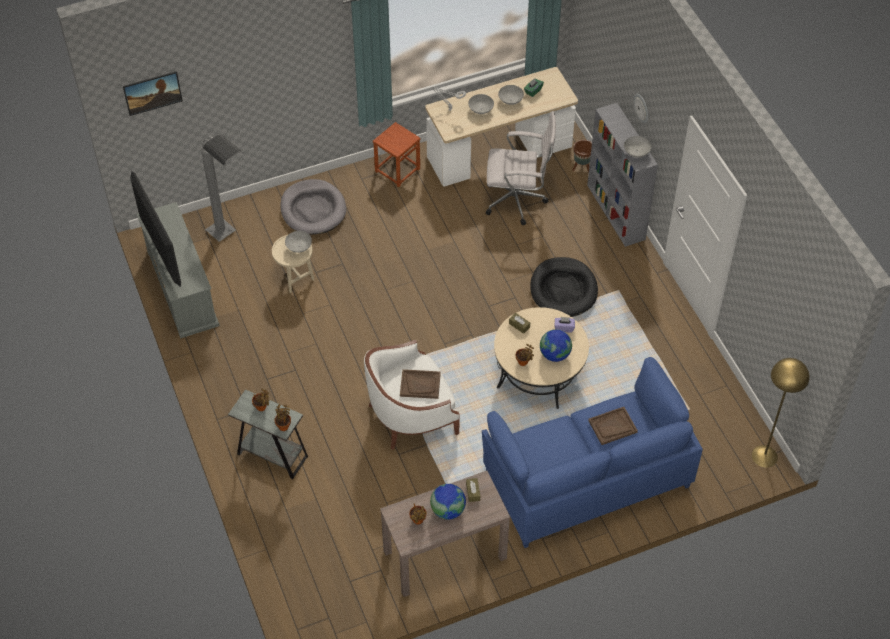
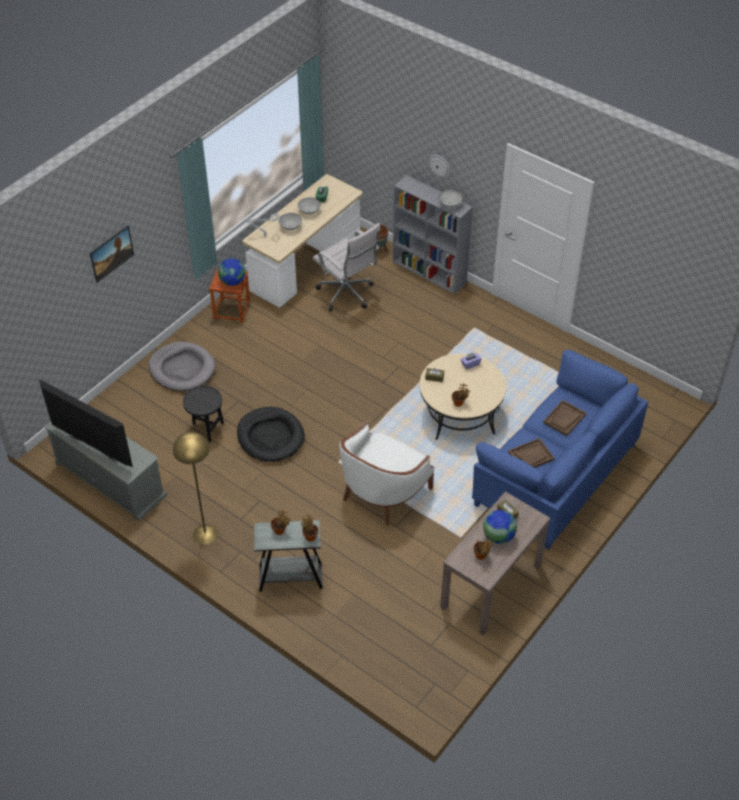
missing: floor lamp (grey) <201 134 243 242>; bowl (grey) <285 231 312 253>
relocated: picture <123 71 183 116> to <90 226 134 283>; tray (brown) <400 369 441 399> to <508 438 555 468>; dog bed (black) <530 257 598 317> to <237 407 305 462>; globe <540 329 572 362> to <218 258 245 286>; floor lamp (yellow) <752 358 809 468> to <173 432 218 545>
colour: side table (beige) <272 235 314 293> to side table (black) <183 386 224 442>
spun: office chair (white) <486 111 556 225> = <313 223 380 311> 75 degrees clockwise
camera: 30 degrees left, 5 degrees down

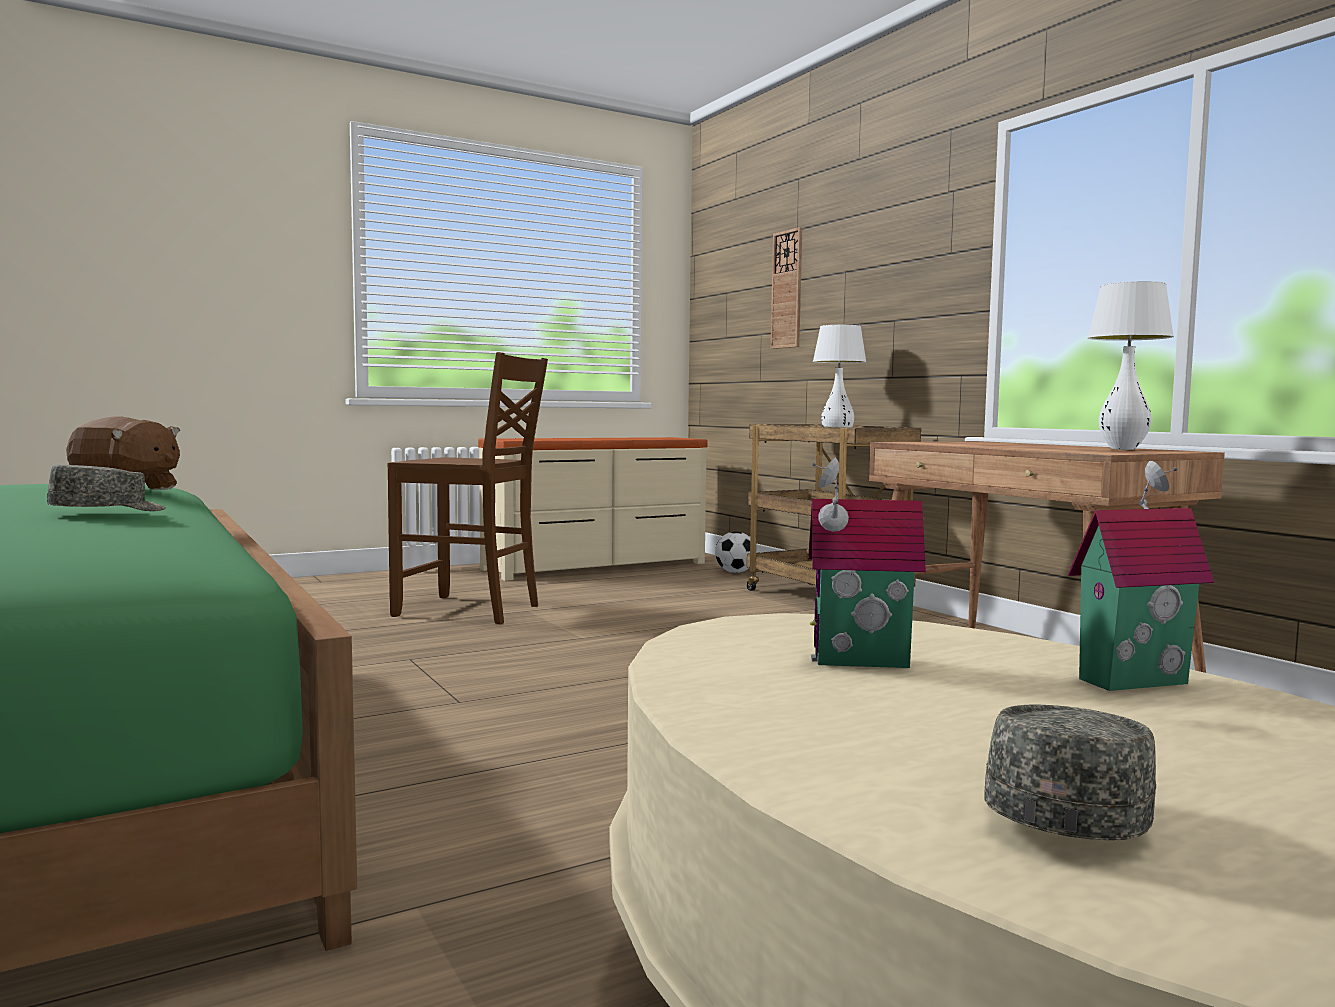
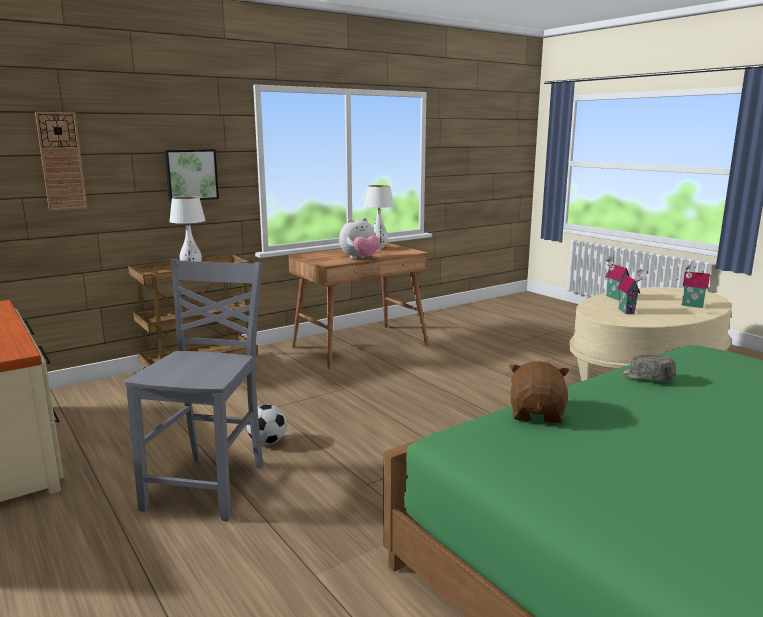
appeared: picture <164 149 219 202>; plush toy <339 218 380 259>
relocated: football <715 532 757 573> to <247 404 287 445>
exchanged: cap (grey) <984 705 1156 840> to toy house <681 264 710 308>
colour: chair (brown) <387 352 548 624> to chair (grey) <124 259 263 521>
camera: 95 degrees left, 10 degrees up

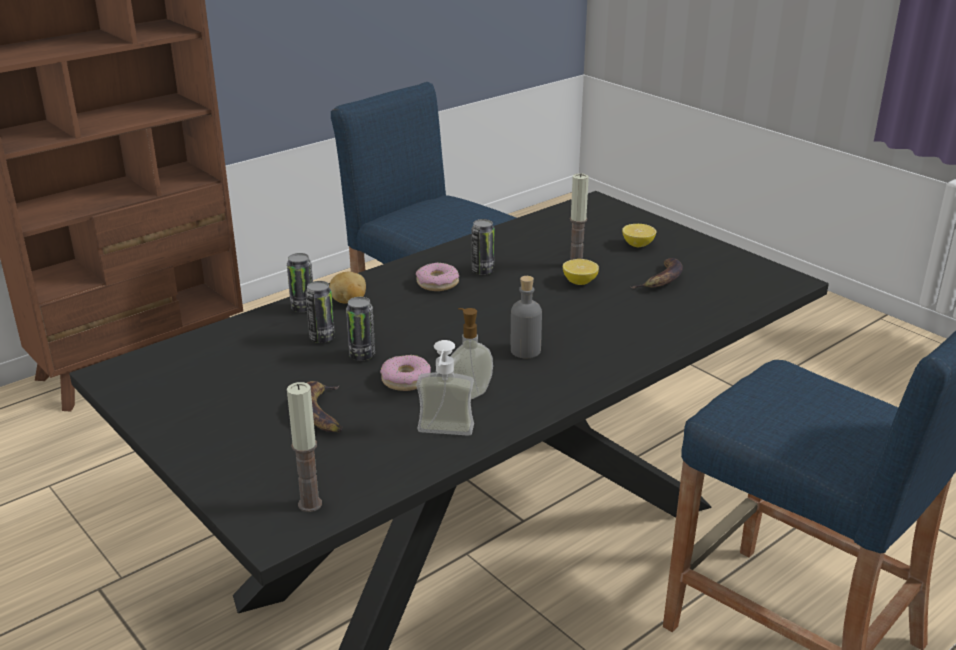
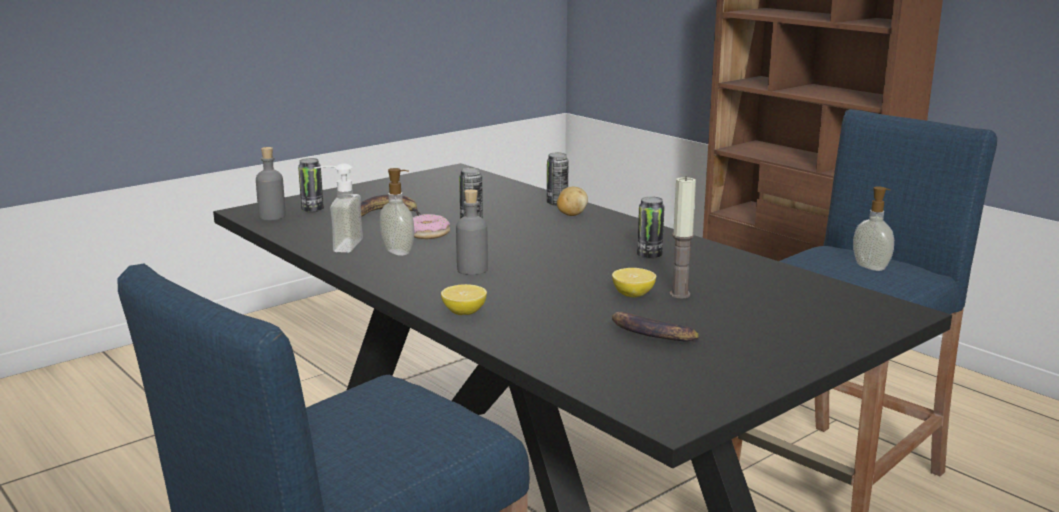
missing: donut <416 262 459 291>
appeared: soap dispenser <853 187 894 271>
relocated: can <305 281 335 343> to <298 158 324 213>; lemon <622 224 657 247> to <441 284 487 315>
exchanged: candle <287 382 322 512> to bottle (grey) <256 147 286 220>
camera: 90 degrees right, 10 degrees down

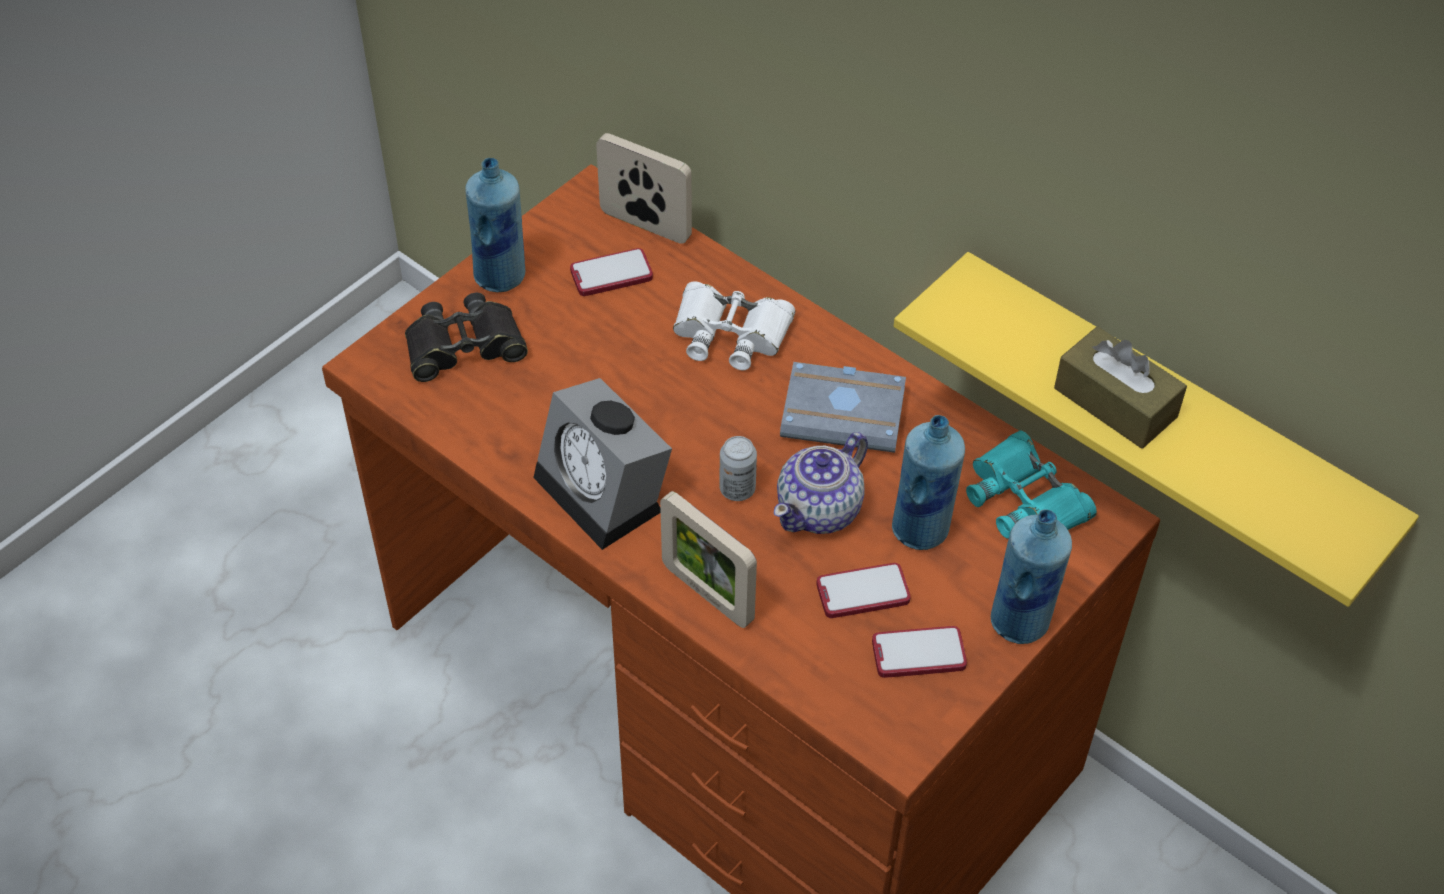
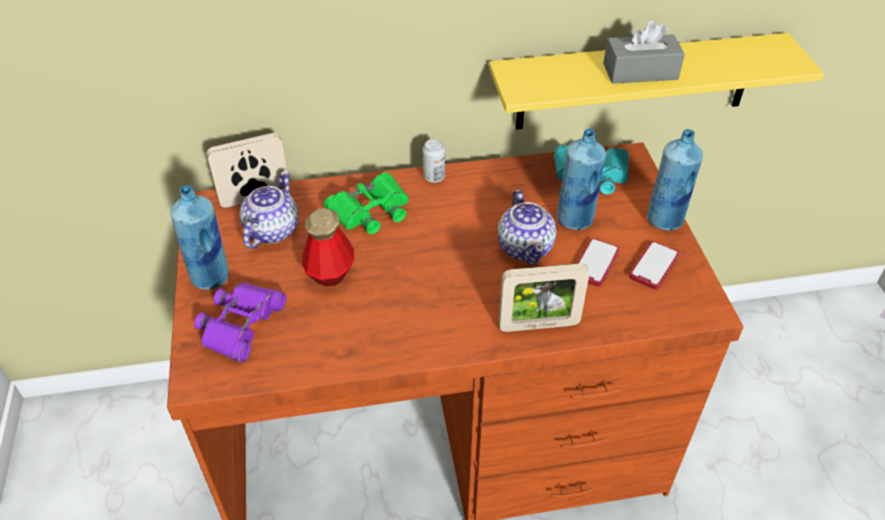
missing: alarm clock <533 378 672 550>; book (grey) <780 362 906 453>
appeared: bottle <302 208 354 286>
relocated: can <719 436 757 501> to <422 139 445 183>
exchanged: phone <570 248 653 296> to teapot <240 171 298 249>
colour: binoculars (black) <405 293 528 382> to binoculars (purple) <194 283 286 363>; binoculars (white) <673 281 795 370> to binoculars (green) <324 172 409 234>; tissue box (brown) <1054 326 1187 449> to tissue box (grey) <603 21 685 84>
camera: 50 degrees left, 5 degrees down

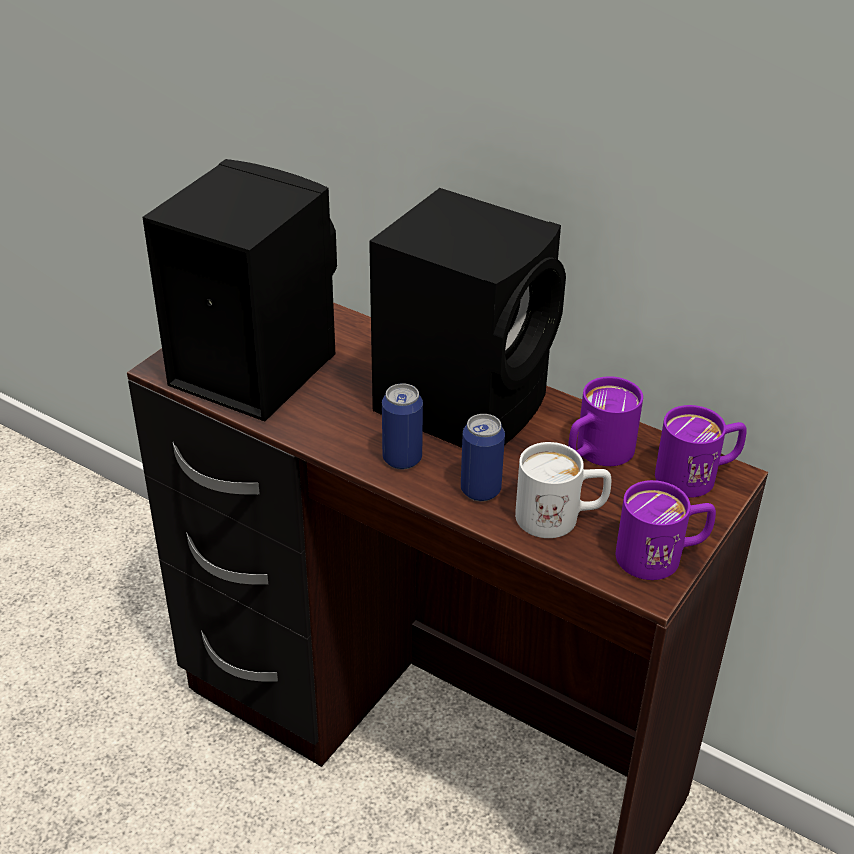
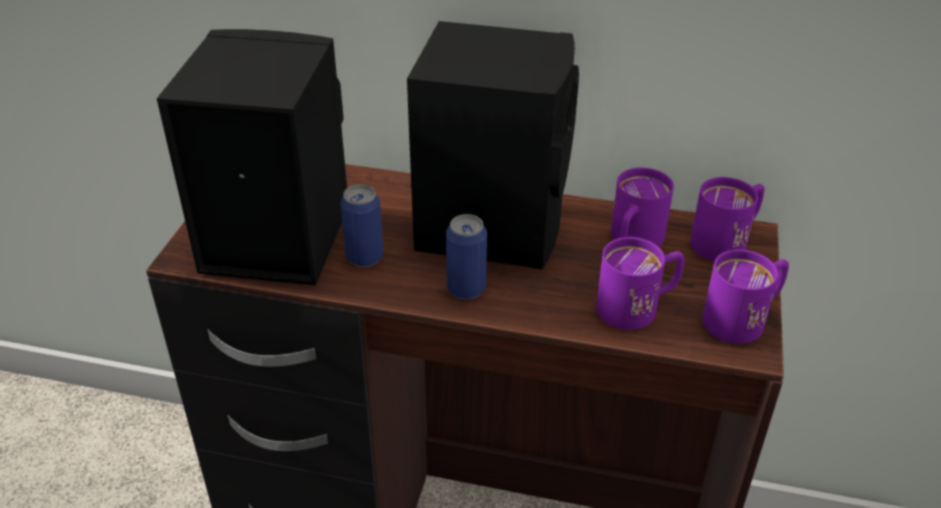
relocated: can <461 414 505 502> to <340 184 383 267>
colour: mug (white) <515 442 611 538> to mug (purple) <596 237 684 330>
camera: 20 degrees left, 0 degrees up

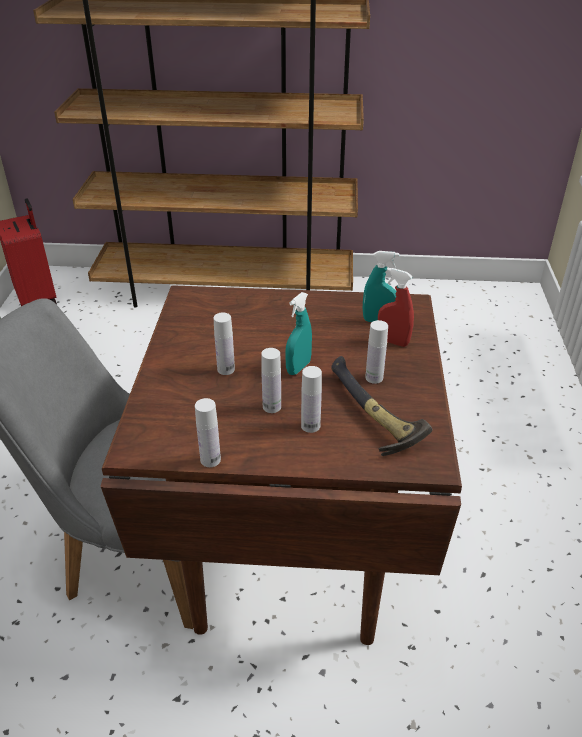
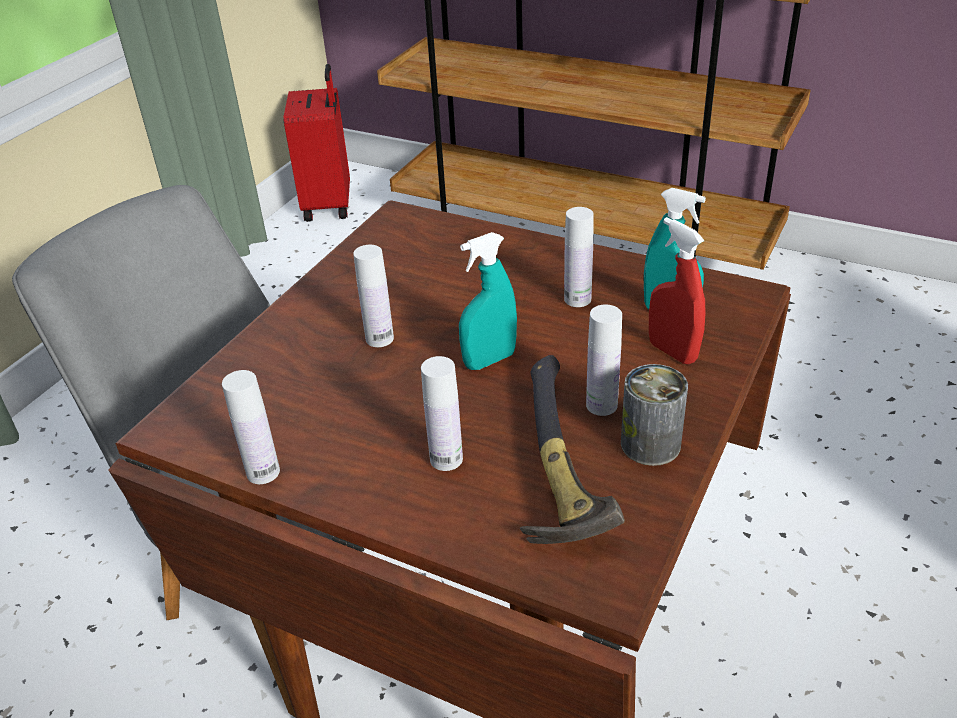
appeared: can <621 364 688 466>
relocated: bottle (white) <261 348 281 413> to <564 207 594 307>
camera: 25 degrees right, 0 degrees up

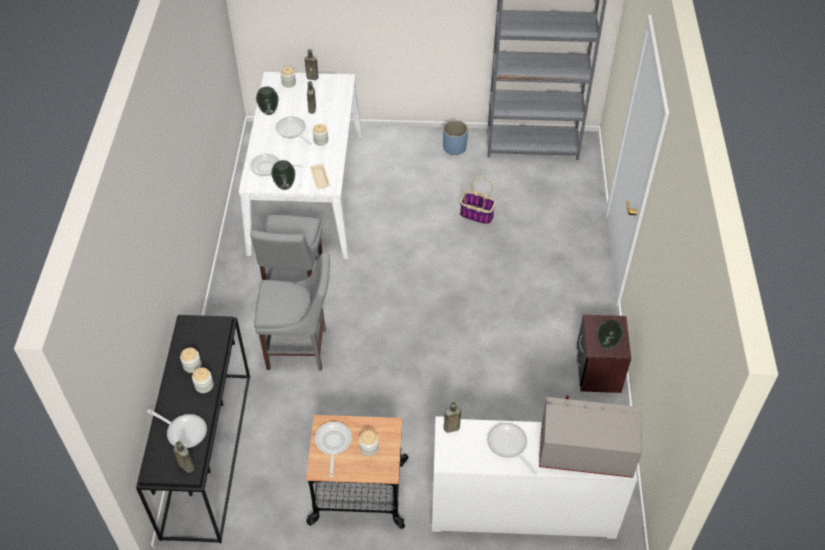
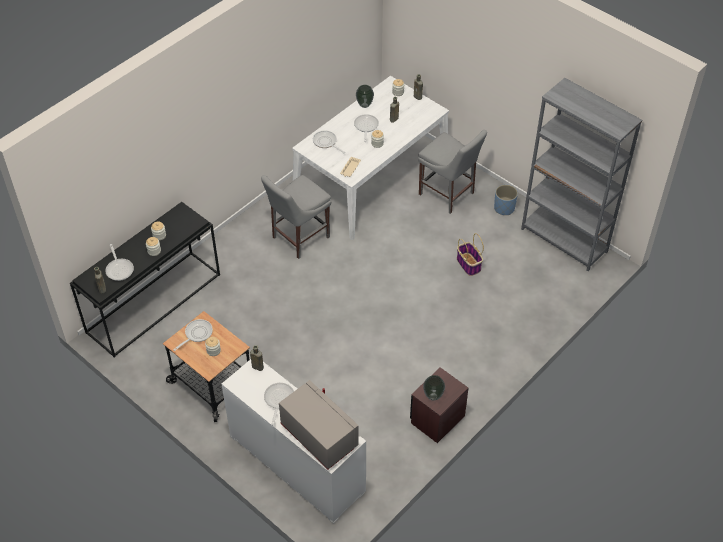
missing: vase <271 160 295 190>
relocated: chair (grey) <254 252 330 371> to <418 130 487 214>
camera: 40 degrees right, 0 degrees up

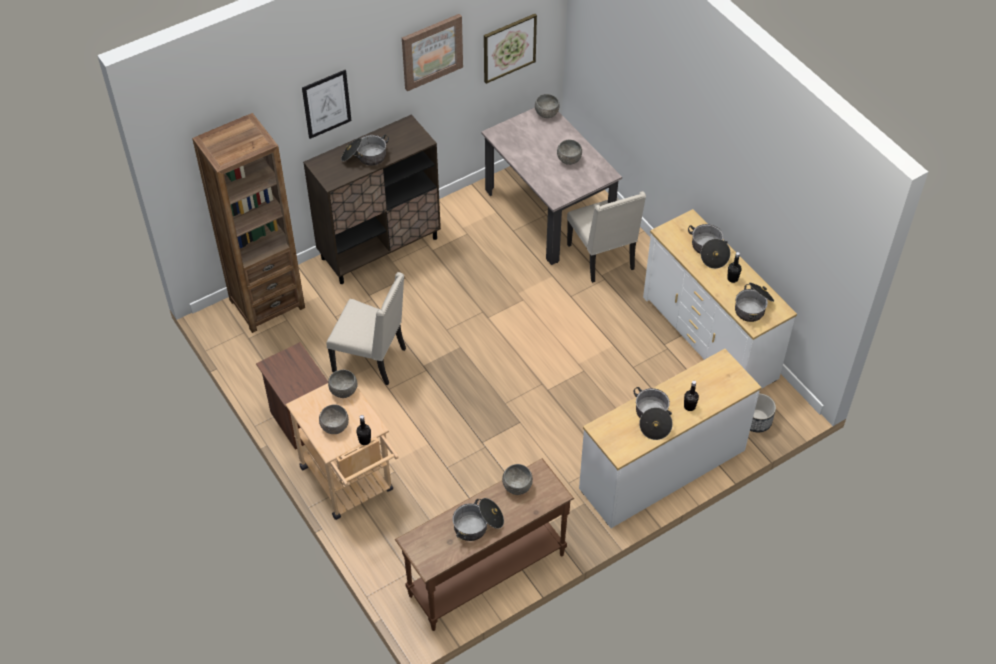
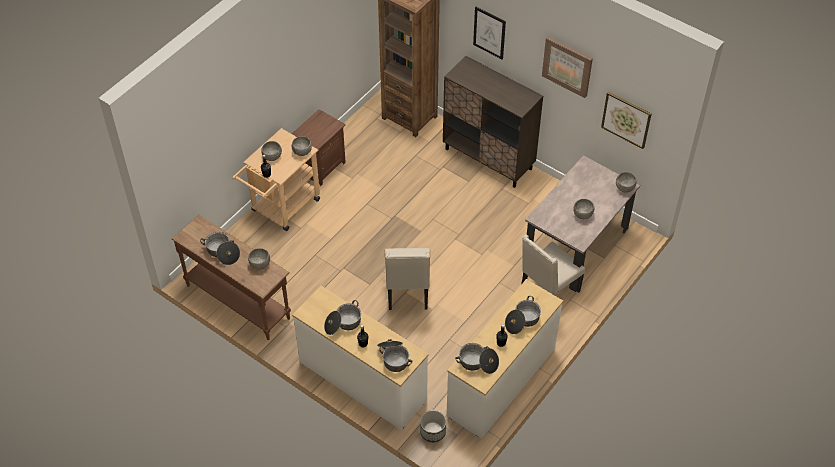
relocated: chair (beige) <326 272 406 385> to <385 248 430 310>; cooking pot <341 135 389 165> to <377 339 413 372>
camera: 70 degrees right, 0 degrees up

